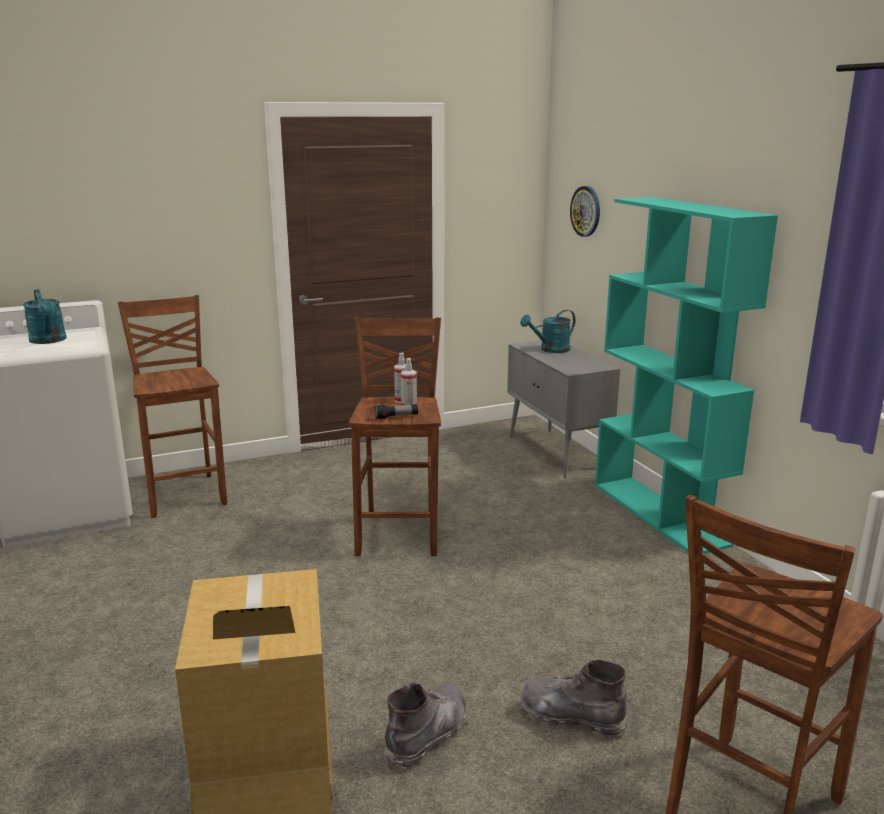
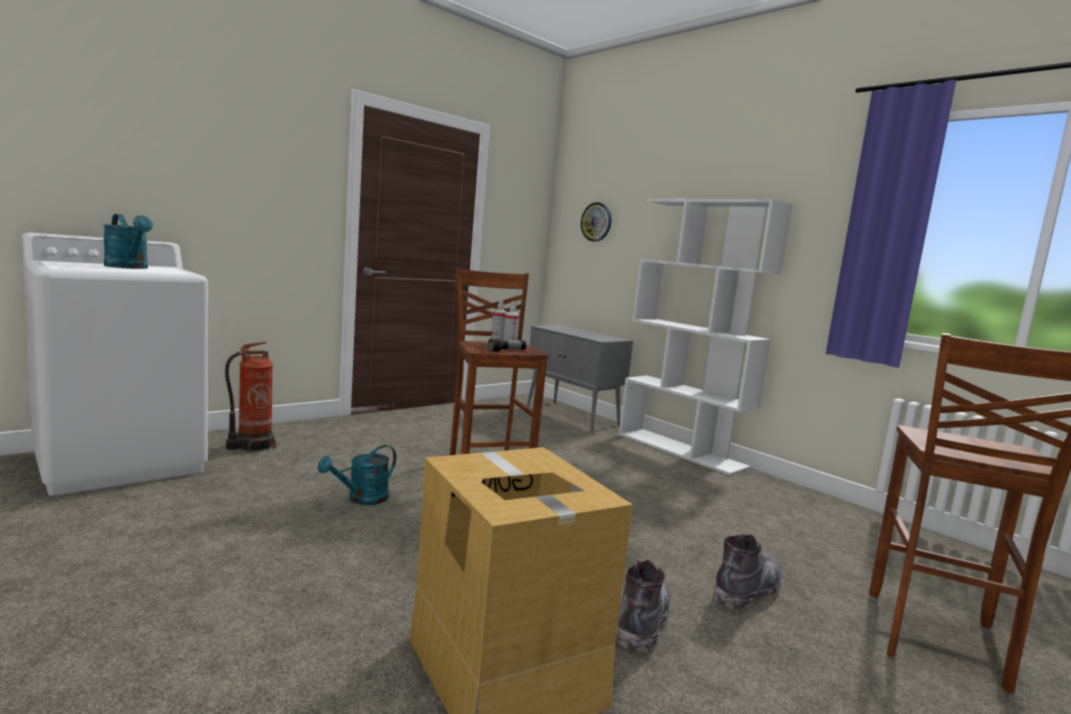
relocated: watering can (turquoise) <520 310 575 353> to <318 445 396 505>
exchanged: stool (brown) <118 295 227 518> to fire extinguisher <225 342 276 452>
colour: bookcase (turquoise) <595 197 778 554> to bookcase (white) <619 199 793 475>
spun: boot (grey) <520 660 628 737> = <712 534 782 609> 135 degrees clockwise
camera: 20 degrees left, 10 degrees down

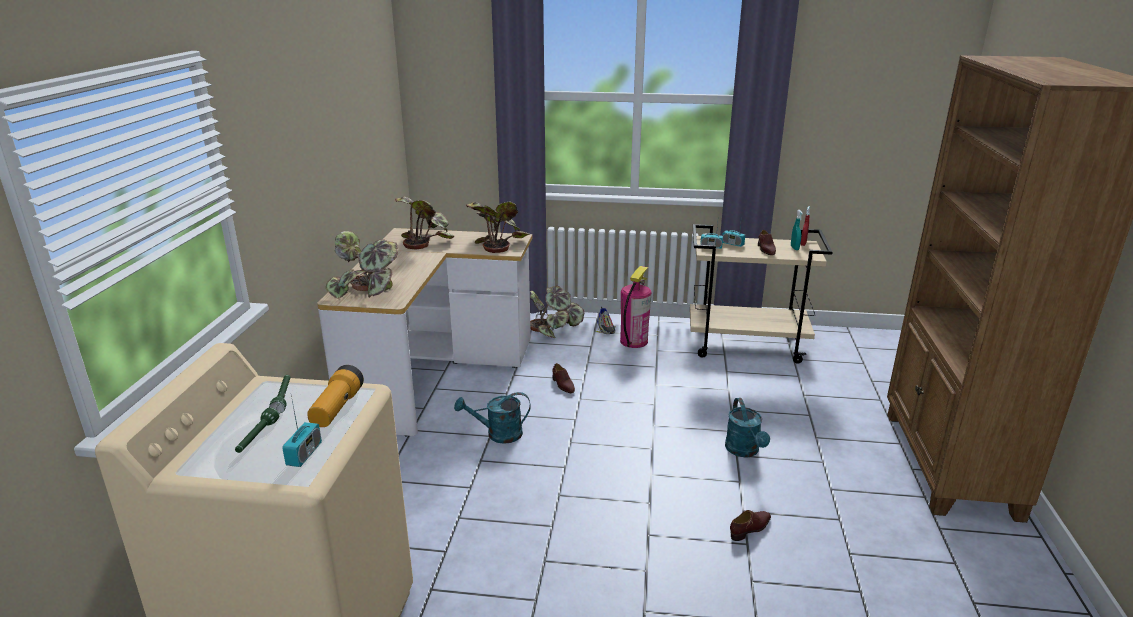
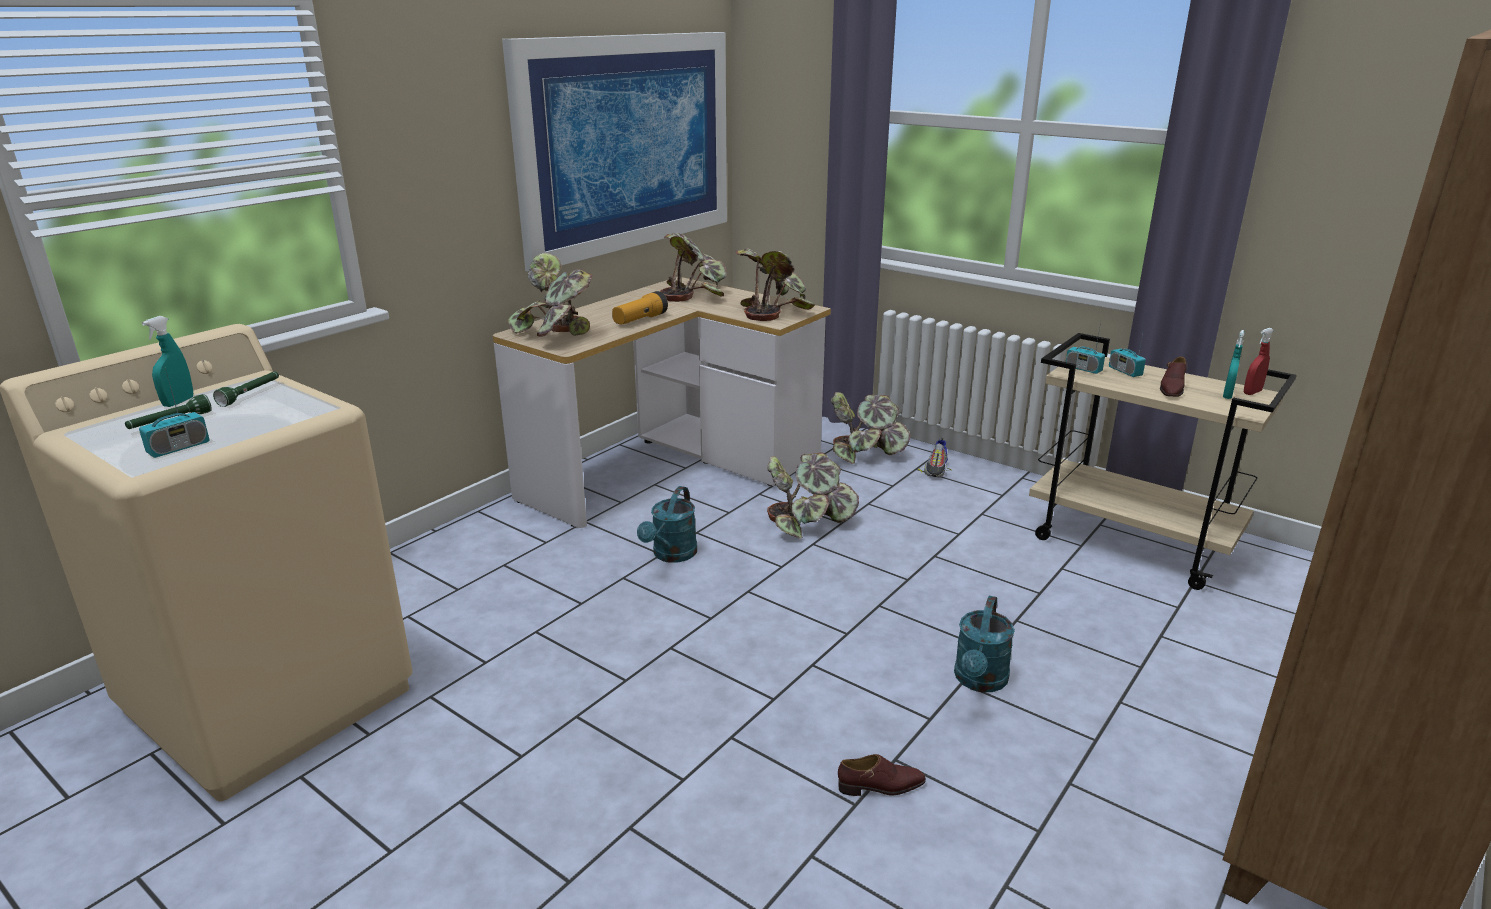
missing: fire extinguisher <620 266 652 348>
appeared: spray bottle (turquoise) <142 316 193 407>; picture <502 32 727 272>
relocated: flashlight <307 365 364 427> to <612 291 668 325>
exchanged: shoe (brown) <552 363 575 393> to potted plant <767 452 859 539>
spun: watering can (turquoise) <454 392 531 444> = <637 486 697 563> 90 degrees counterclockwise
camera: 30 degrees right, 0 degrees up

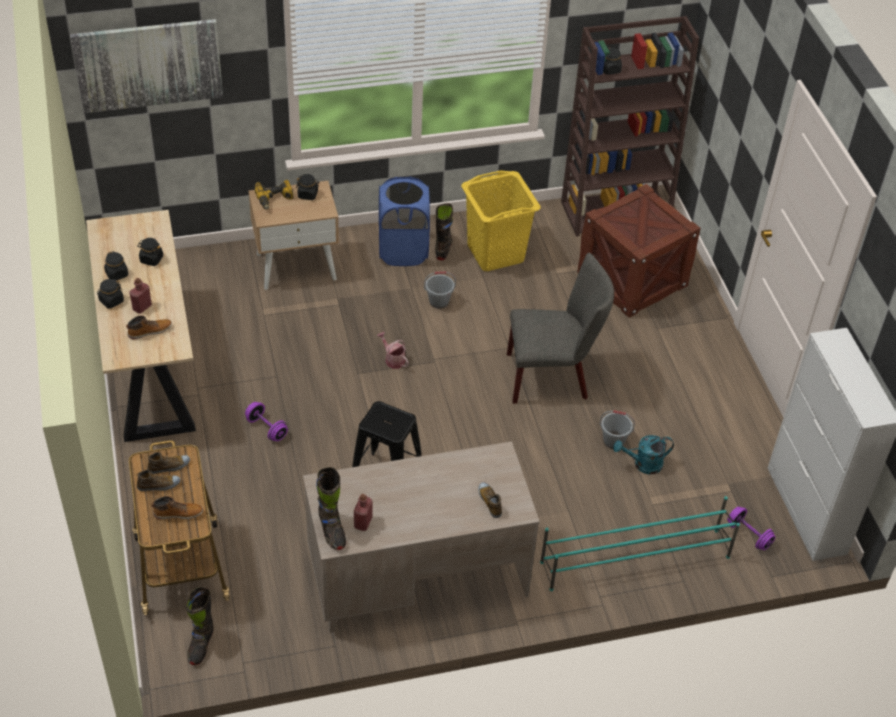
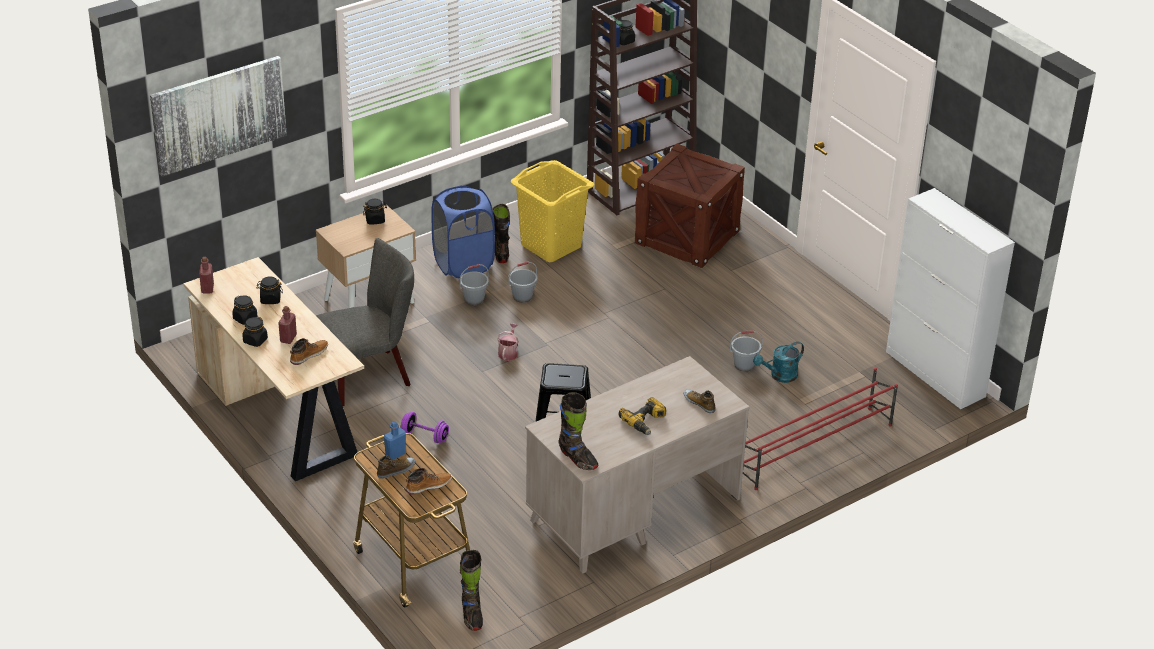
missing: dumbbell (purple) <727 507 776 550>
appeared: bucket (grey) <460 264 489 305>
relocated: power drill <254 180 294 210> to <619 397 666 435>; bottle (red) <354 494 372 531> to <199 257 214 294>; chair (grey) <507 253 614 404> to <316 238 414 406>
exchanged: shoe <148 452 190 474> to bottle (blue) <384 421 406 460>
colour: shoe rack (turquoise) <540 496 740 591> to shoe rack (red) <743 368 898 490>
spun: watering can <377 332 409 369> = <497 323 519 361> 75 degrees clockwise
camera: 20 degrees left, 10 degrees down

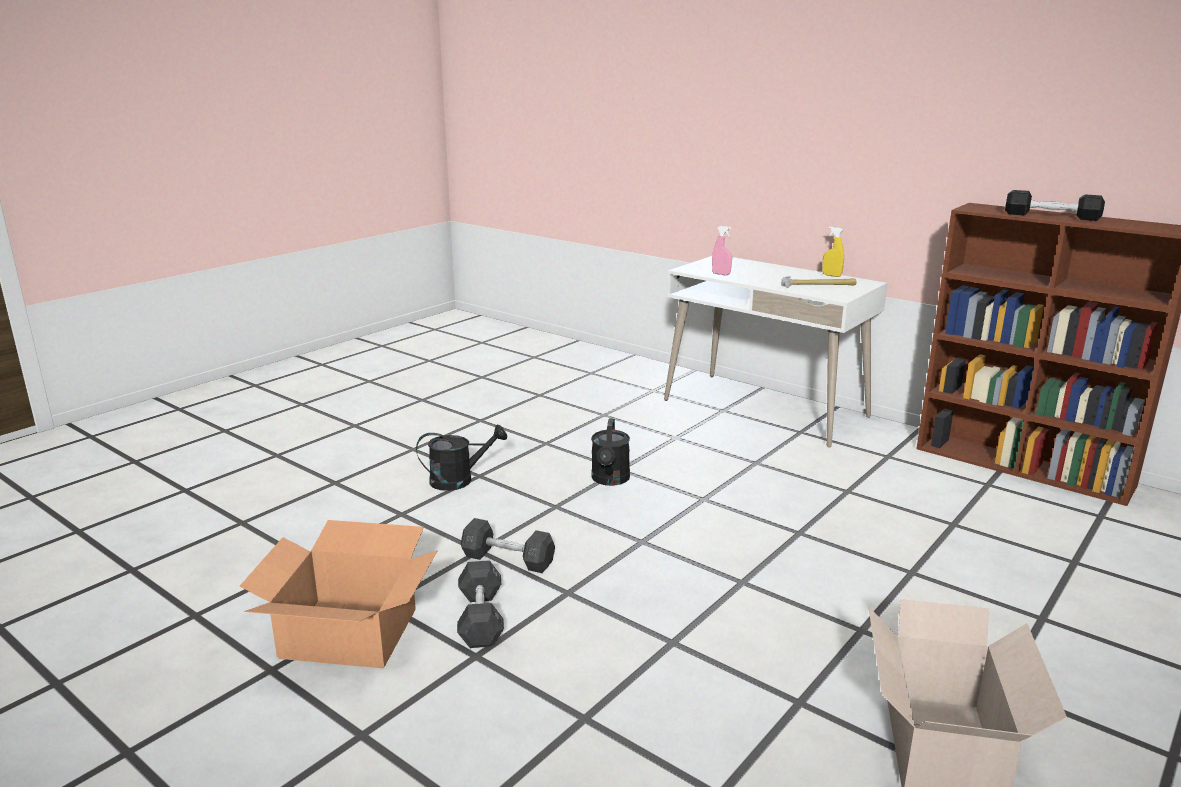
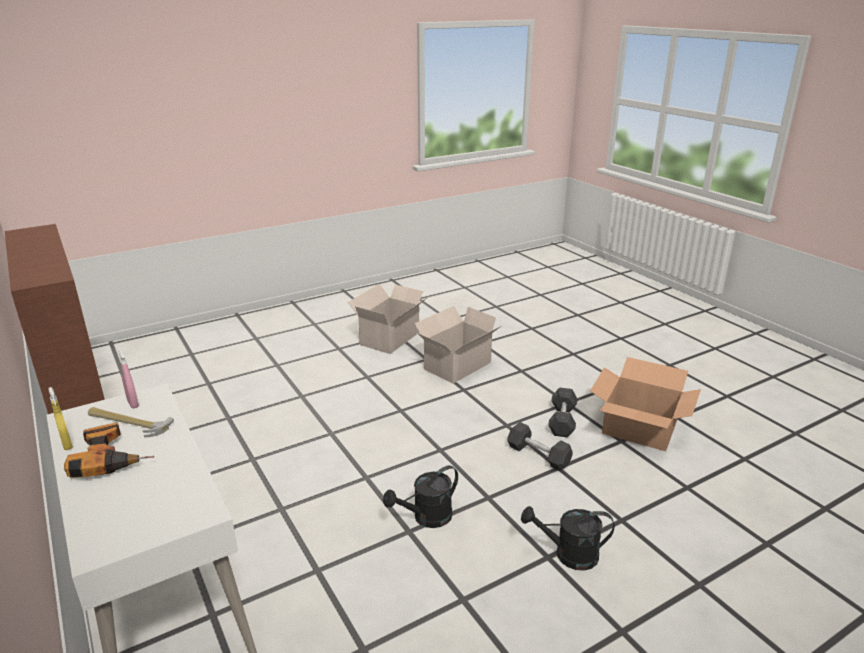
missing: dumbbell (black) <1005 190 1105 221>
appeared: power drill <64 423 154 478>; cardboard box <414 306 503 384>
relocated: spray bottle (pink) <712 226 732 275> to <118 348 139 409>
spun: watering can (black) <591 419 630 486> = <383 465 458 528> 150 degrees counterclockwise
camera: 160 degrees left, 5 degrees up

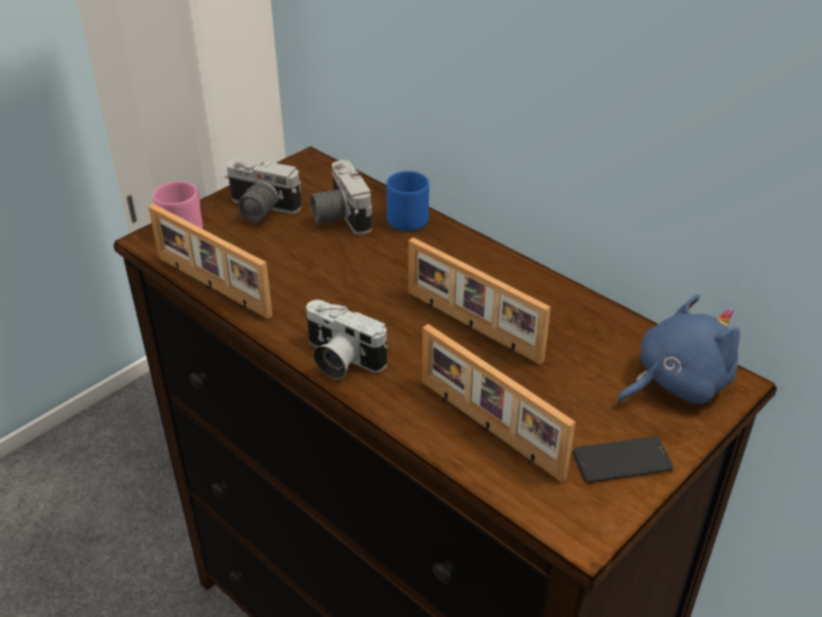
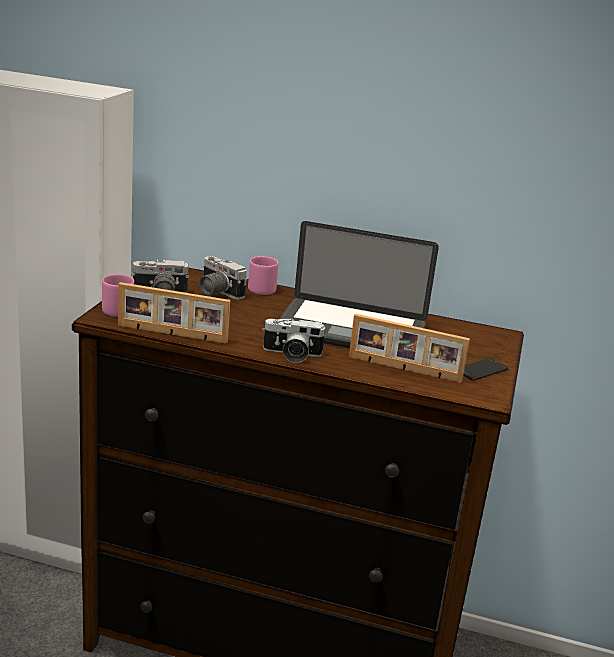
missing: plush toy (blue) <617 294 740 404>
exchanged: picture frame <409 237 551 365> to laptop <279 221 439 348>
colour: mug (blue) <386 171 429 231> to mug (pink) <248 256 278 295>
camera: 30 degrees left, 15 degrees down

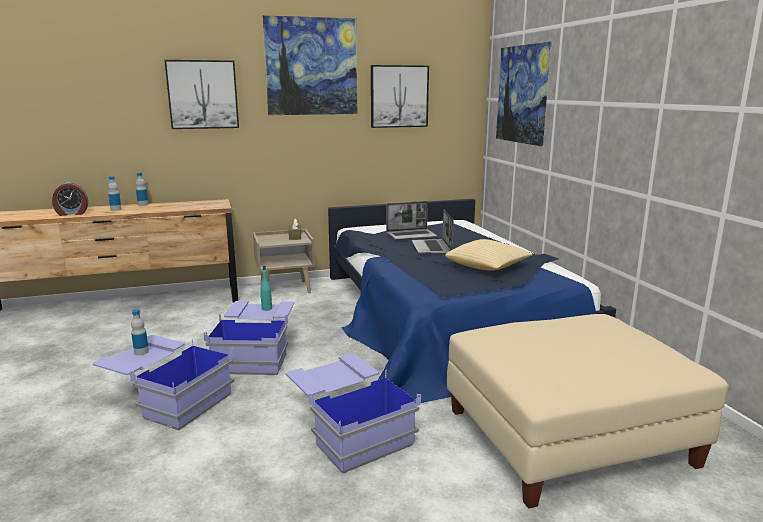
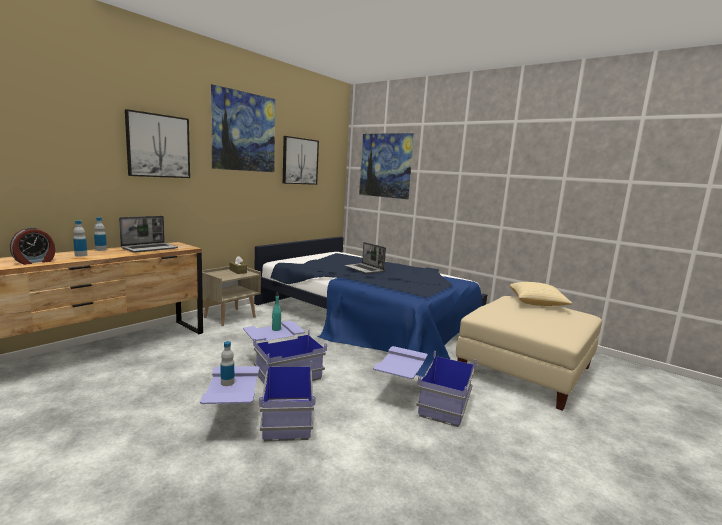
relocated: laptop <386 201 437 240> to <119 216 178 253>; pillow <445 239 533 271> to <509 282 573 306>
camera: 35 degrees left, 5 degrees down

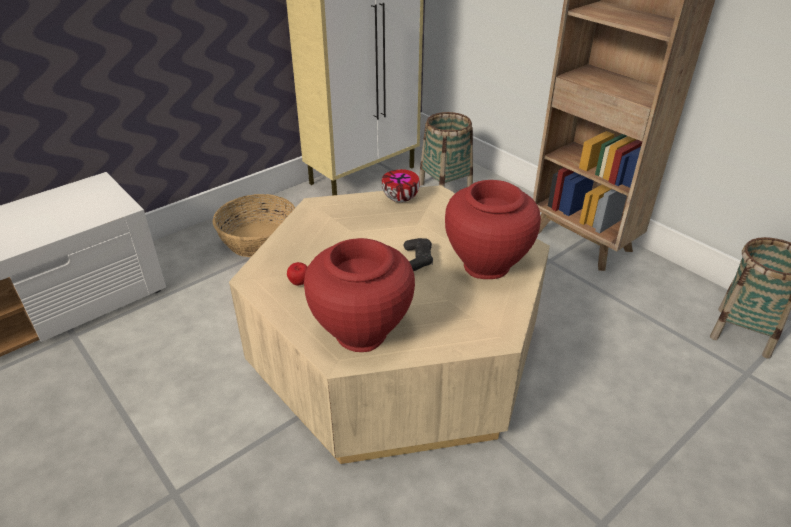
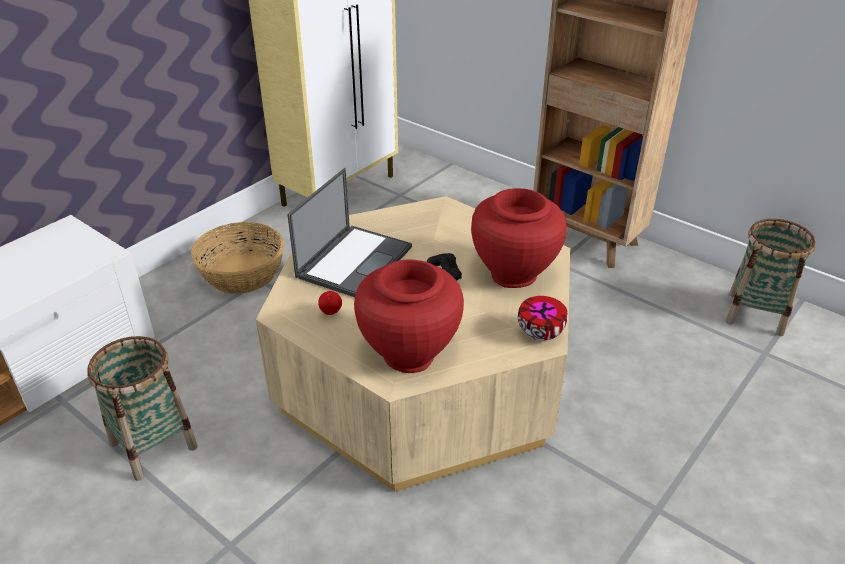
appeared: laptop <287 168 412 297>
relocated: bowl <382 169 420 202> to <518 296 568 341>; basket <419 112 473 187> to <88 336 198 481>
camera: 10 degrees left, 0 degrees up

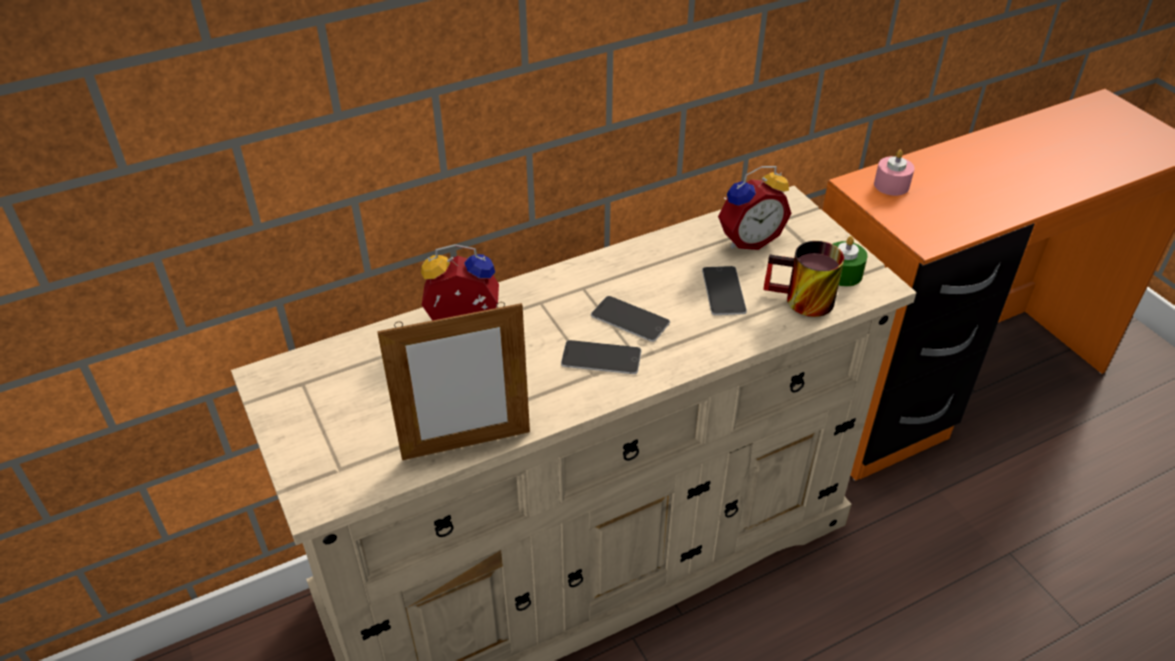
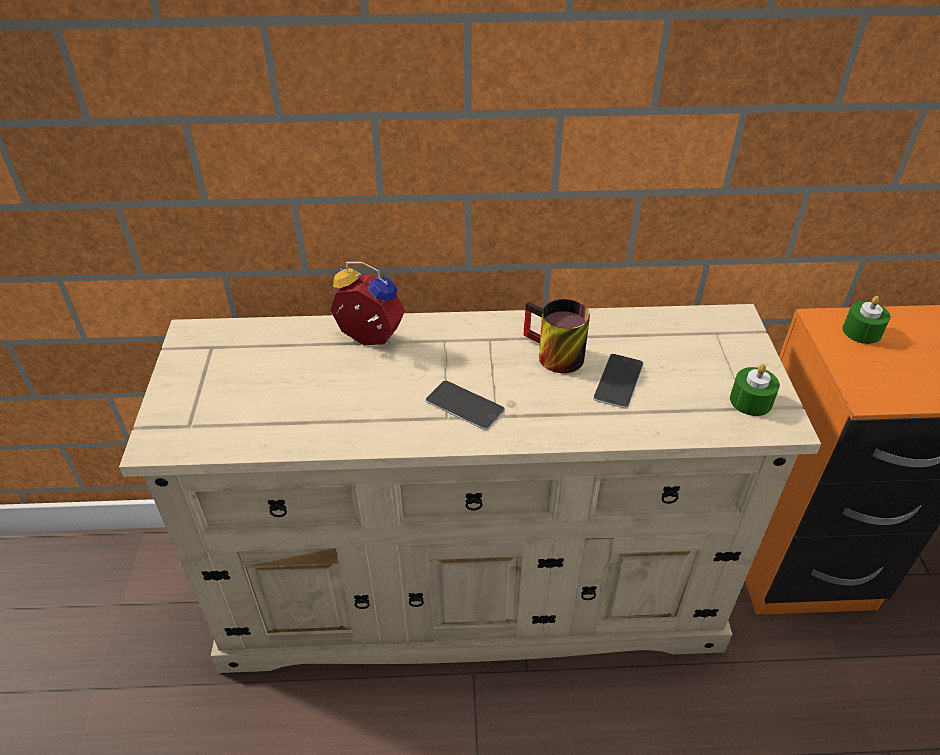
missing: picture frame <377 302 530 460>; phone <591 296 670 342>; alarm clock <718 166 791 250>
relocated: mug <763 241 844 317> to <523 299 590 373>
colour: candle (pink) <874 150 914 196> to candle (green) <843 296 890 344>
camera: 25 degrees right, 0 degrees up

